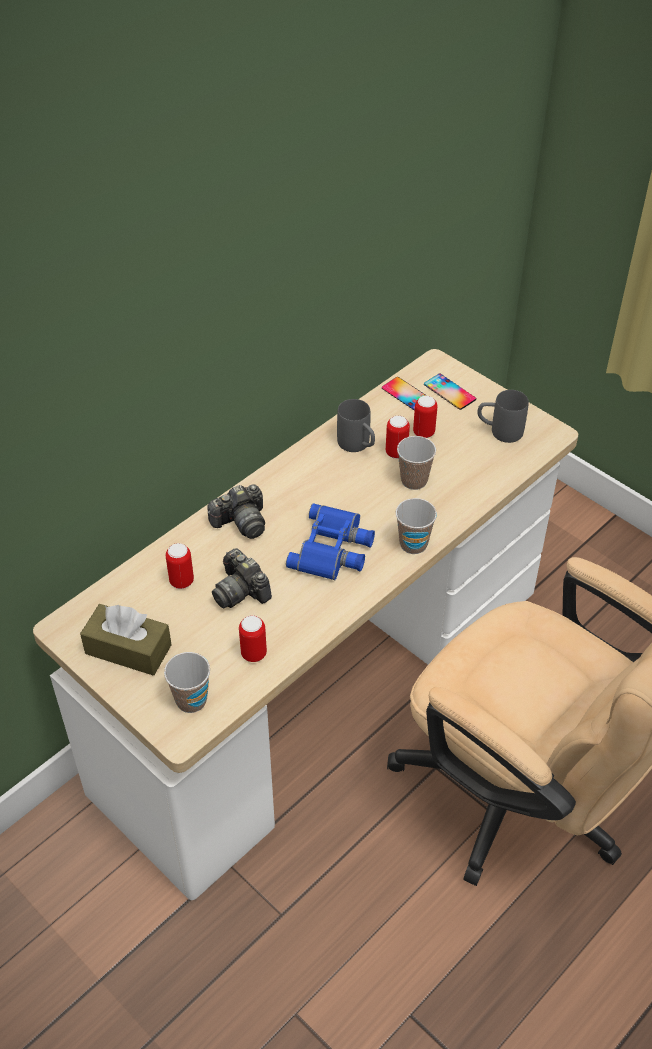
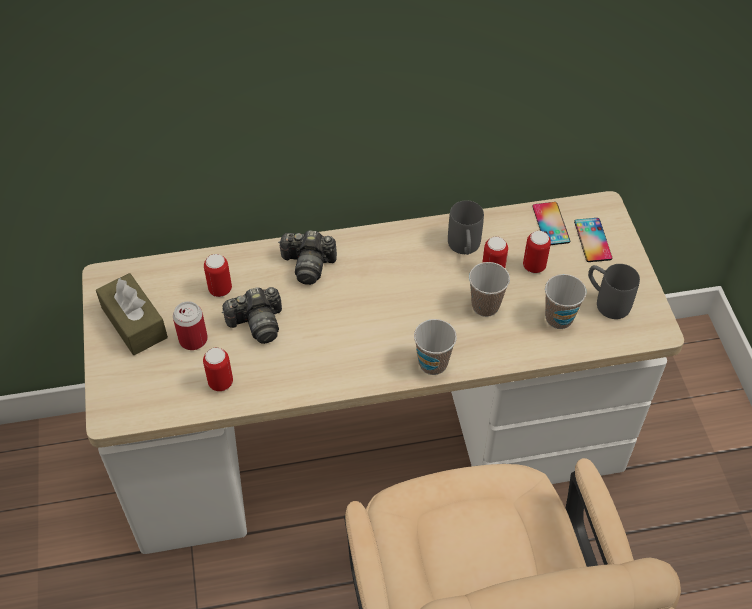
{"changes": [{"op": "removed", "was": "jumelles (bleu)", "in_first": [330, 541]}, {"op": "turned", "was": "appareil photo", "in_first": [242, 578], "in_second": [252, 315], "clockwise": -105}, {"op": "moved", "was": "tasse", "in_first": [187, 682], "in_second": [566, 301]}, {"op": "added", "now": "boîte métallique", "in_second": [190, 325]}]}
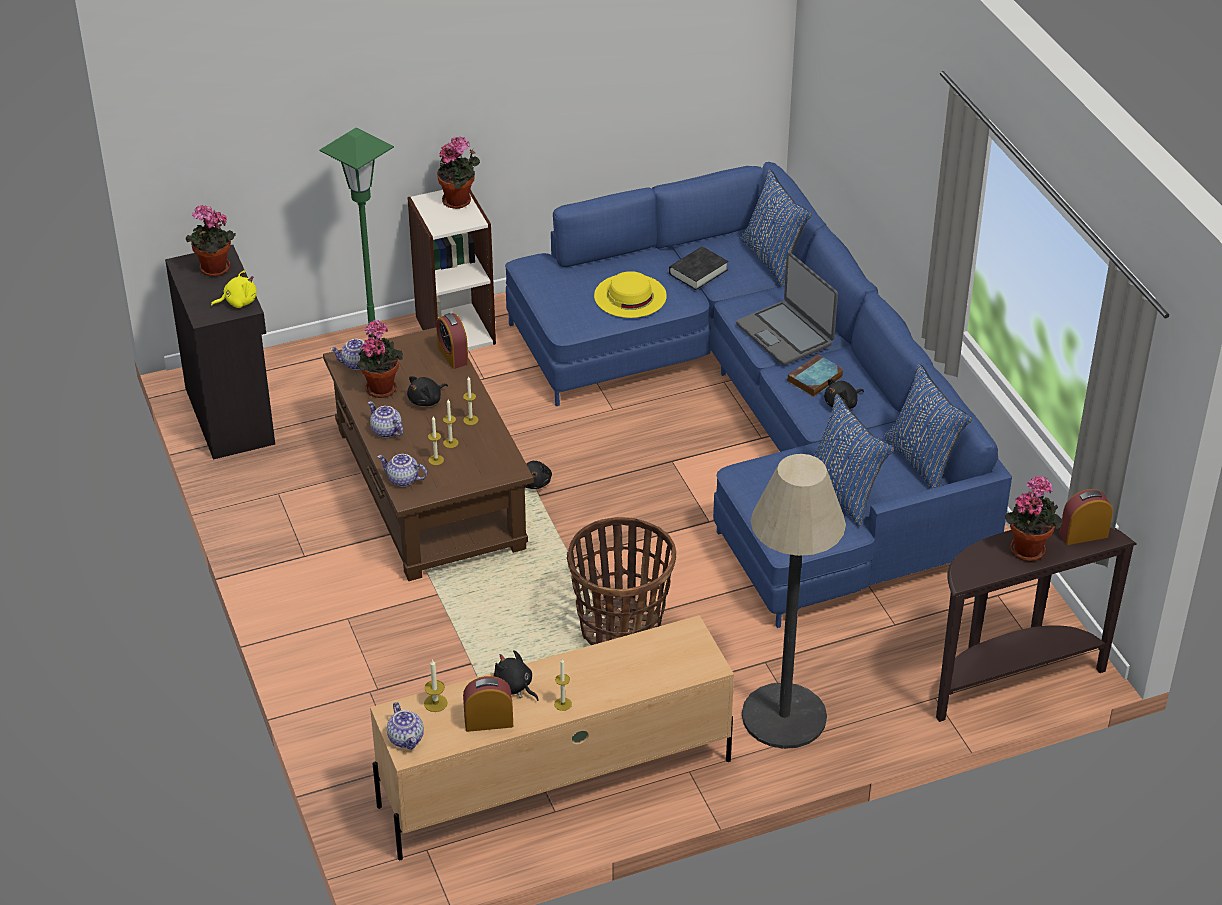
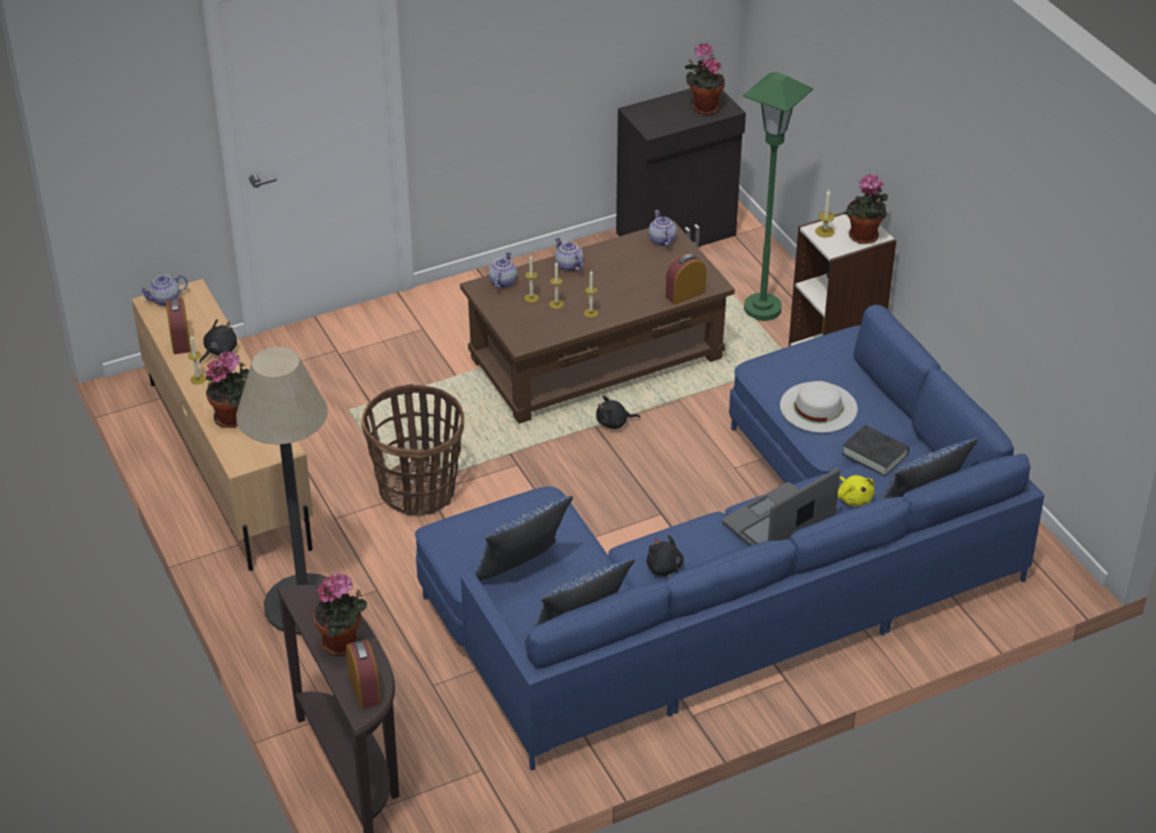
{"changes": [{"op": "moved", "was": "peluche (jaune)", "in_first": [234, 289], "in_second": [856, 490]}, {"op": "recoloured", "was": "chapeau (jaune)", "now": "chapeau (blanc)", "in_first": [630, 294], "in_second": [818, 407]}, {"op": "moved", "was": "plante en pot", "in_first": [379, 359], "in_second": [227, 389]}, {"op": "removed", "was": "livre", "in_first": [815, 375]}, {"op": "removed", "was": "peluche (noir)", "in_first": [427, 391]}, {"op": "turned", "was": "théière", "in_first": [385, 419], "in_second": [569, 254], "clockwise": -75}, {"op": "moved", "was": "bougie", "in_first": [436, 685], "in_second": [825, 214]}]}
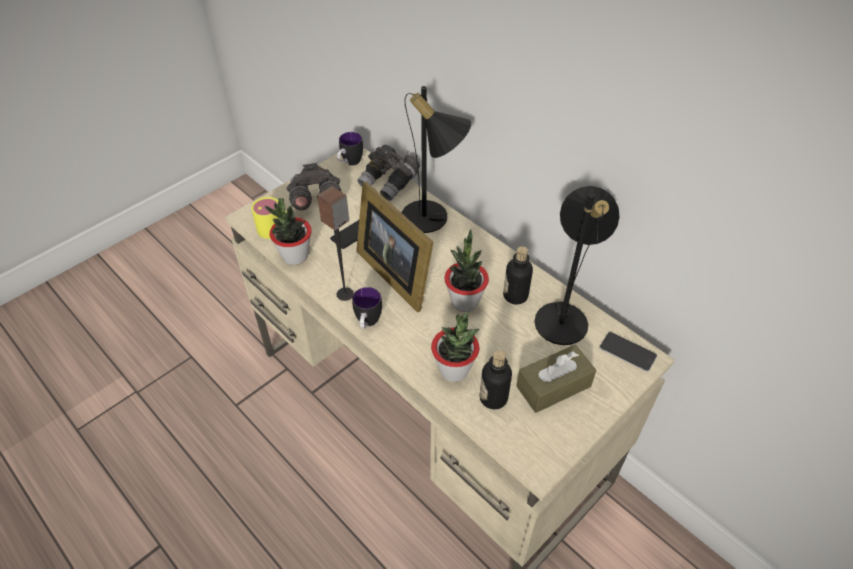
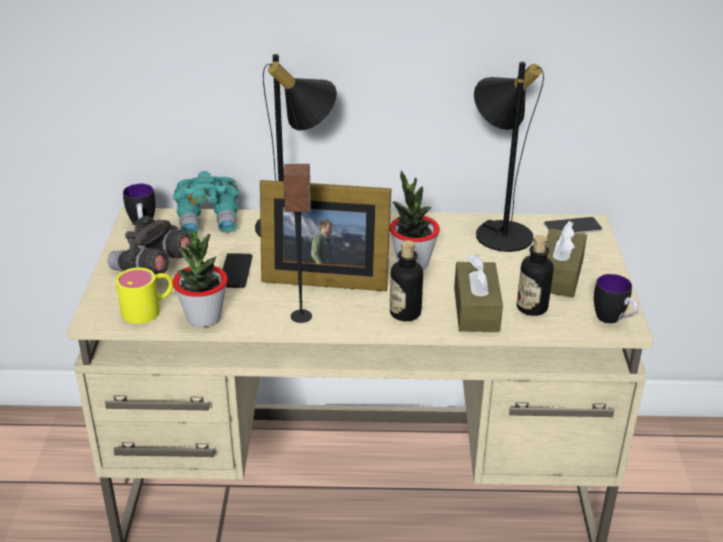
{"changes": [{"op": "recoloured", "was": "jumelles (gris)", "now": "jumelles (turquoise)", "in_first": [388, 173], "in_second": [206, 202]}, {"op": "moved", "was": "bouteille", "in_first": [518, 275], "in_second": [406, 280]}, {"op": "moved", "was": "mug", "in_first": [367, 308], "in_second": [616, 299]}, {"op": "replaced", "was": "plante en pot", "now": "boîte à mouchoirs (marron)", "in_first": [455, 346], "in_second": [478, 293]}]}
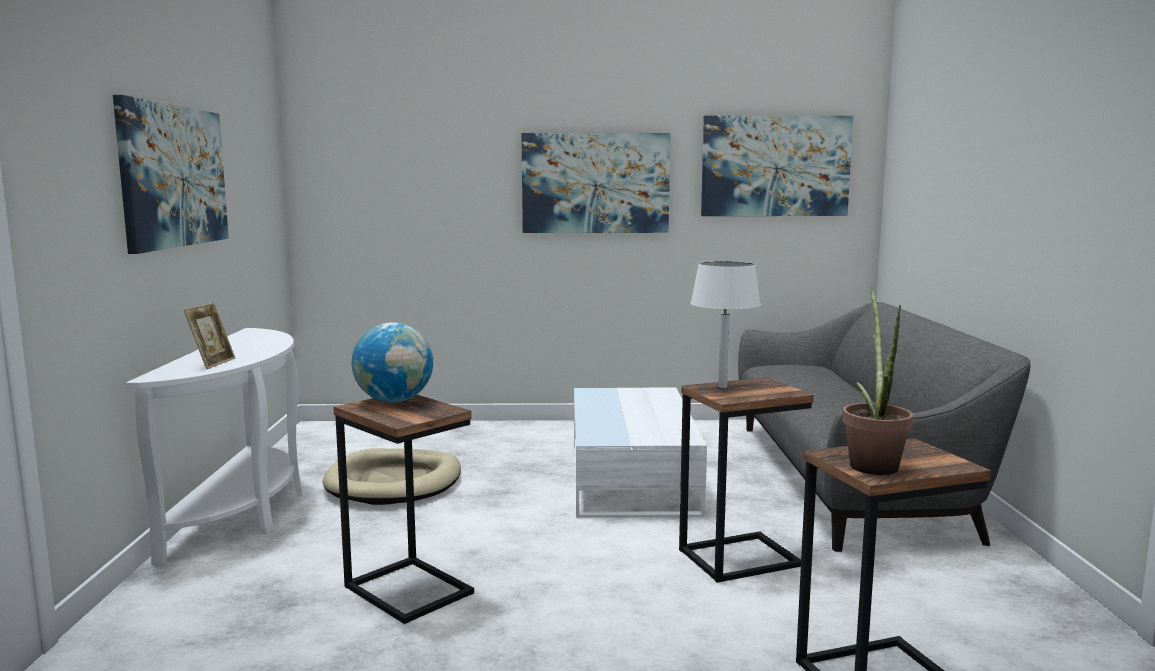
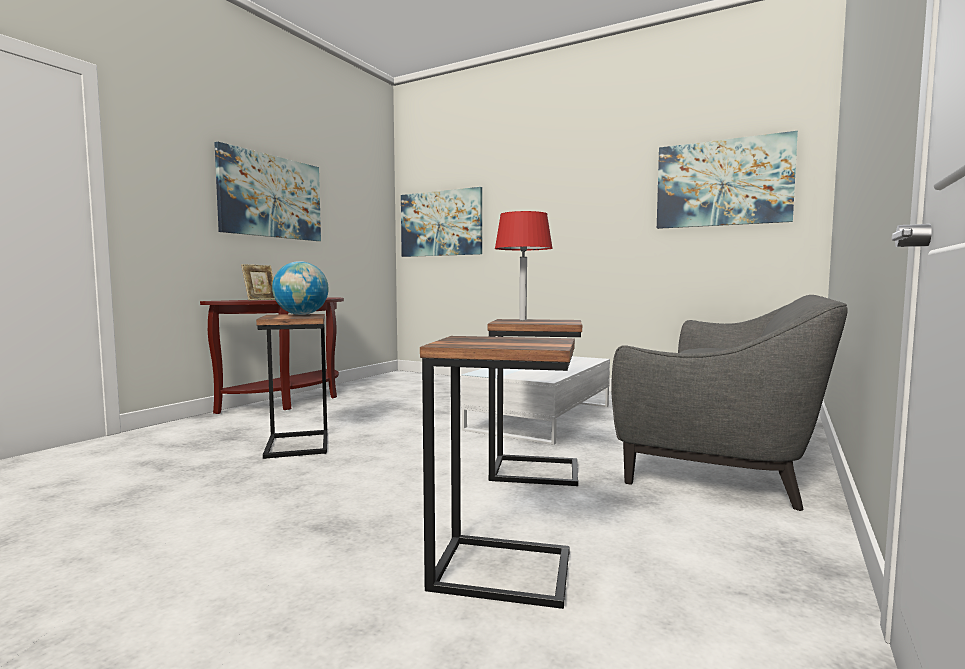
{"changes": [{"op": "moved", "was": "tableau", "in_first": [595, 183], "in_second": [441, 222]}, {"op": "recoloured", "was": "lampe de table (blanc)", "now": "lampe de table (rouge)", "in_first": [725, 324], "in_second": [524, 265]}, {"op": "removed", "was": "plante en pot", "in_first": [877, 381]}, {"op": "recoloured", "was": "table console (blanc)", "now": "table console (marron)", "in_first": [214, 446], "in_second": [272, 355]}, {"op": "removed", "was": "panier pour chien (beige)", "in_first": [392, 476]}]}
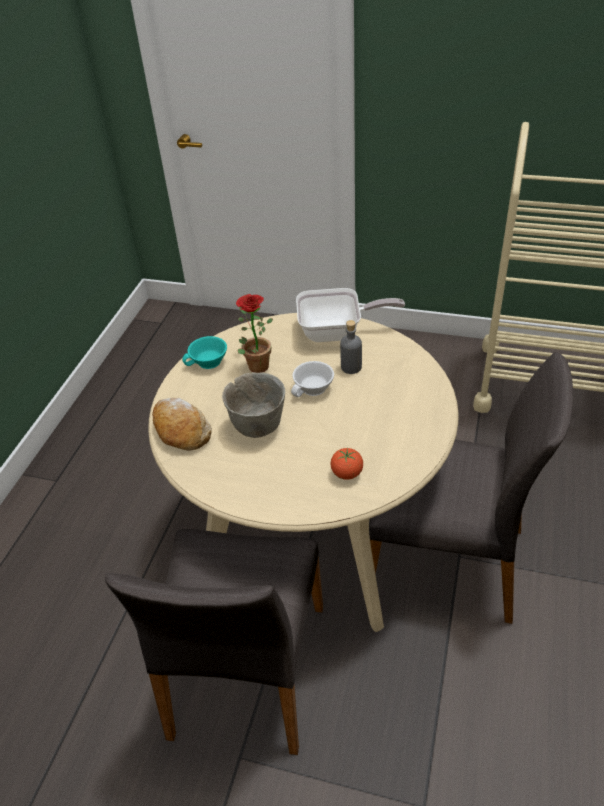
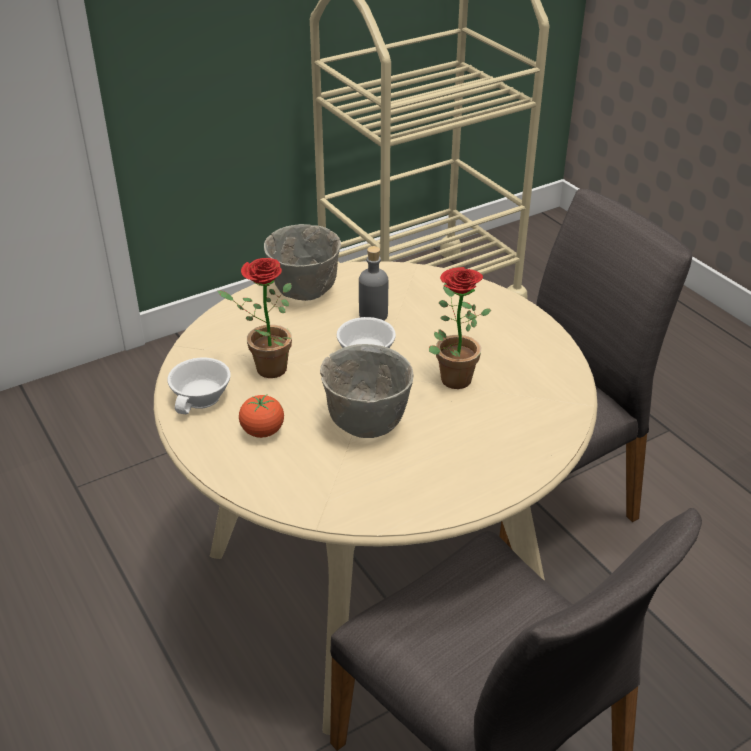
{"changes": [{"op": "replaced", "was": "poêle", "now": "bol (gris)", "in_first": [350, 315], "in_second": [302, 262]}, {"op": "recoloured", "was": "tasse (turquoise)", "now": "tasse (blanc)", "in_first": [204, 352], "in_second": [199, 386]}, {"op": "removed", "was": "pain", "in_first": [182, 424]}, {"op": "moved", "was": "tomate", "in_first": [347, 464], "in_second": [261, 416]}, {"op": "added", "now": "plante en pot", "in_second": [460, 328]}]}
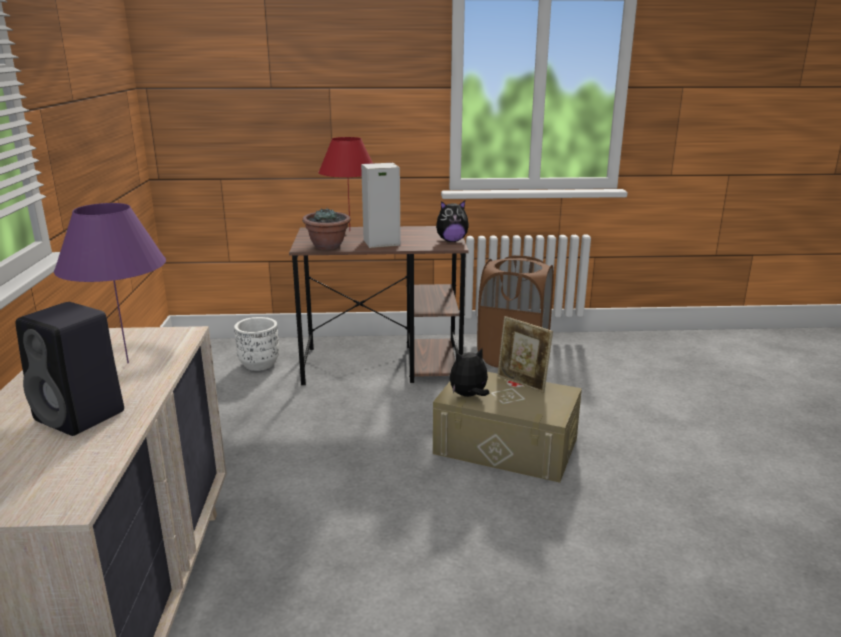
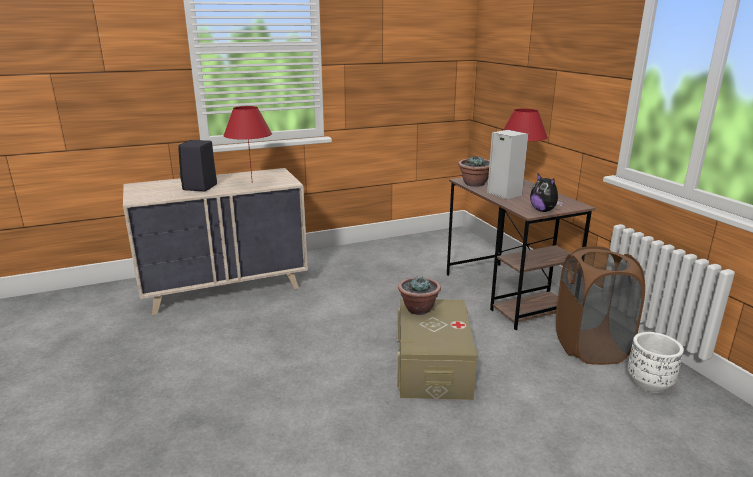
{"changes": [{"op": "recoloured", "was": "lampe de table (violet)", "now": "lampe de table (rouge)", "in_first": [110, 283], "in_second": [247, 142]}, {"op": "removed", "was": "cadre photo", "in_first": [525, 354]}, {"op": "moved", "was": "cache-pot (blanc)", "in_first": [257, 344], "in_second": [656, 362]}, {"op": "replaced", "was": "peluche", "now": "plante en pot", "in_first": [469, 372], "in_second": [419, 295]}]}
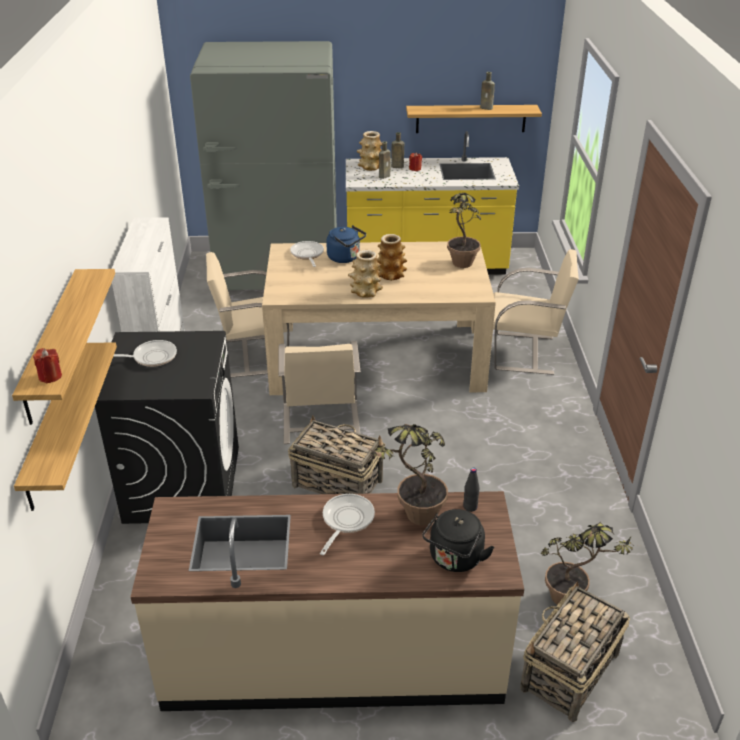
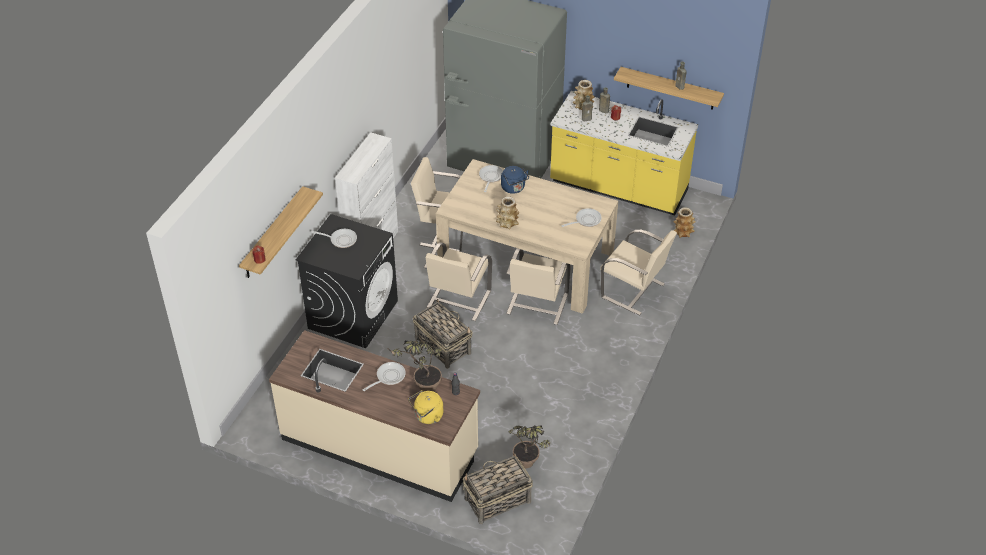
{"changes": [{"op": "replaced", "was": "plante en pot", "now": "poêle", "in_first": [464, 230], "in_second": [581, 217]}, {"op": "moved", "was": "vase", "in_first": [392, 257], "in_second": [684, 222]}, {"op": "removed", "was": "étagère", "in_first": [65, 426]}, {"op": "recoloured", "was": "bouilloire (noir)", "now": "bouilloire (jaune)", "in_first": [458, 540], "in_second": [425, 407]}, {"op": "added", "now": "chaise (beige)", "in_second": [538, 286]}]}
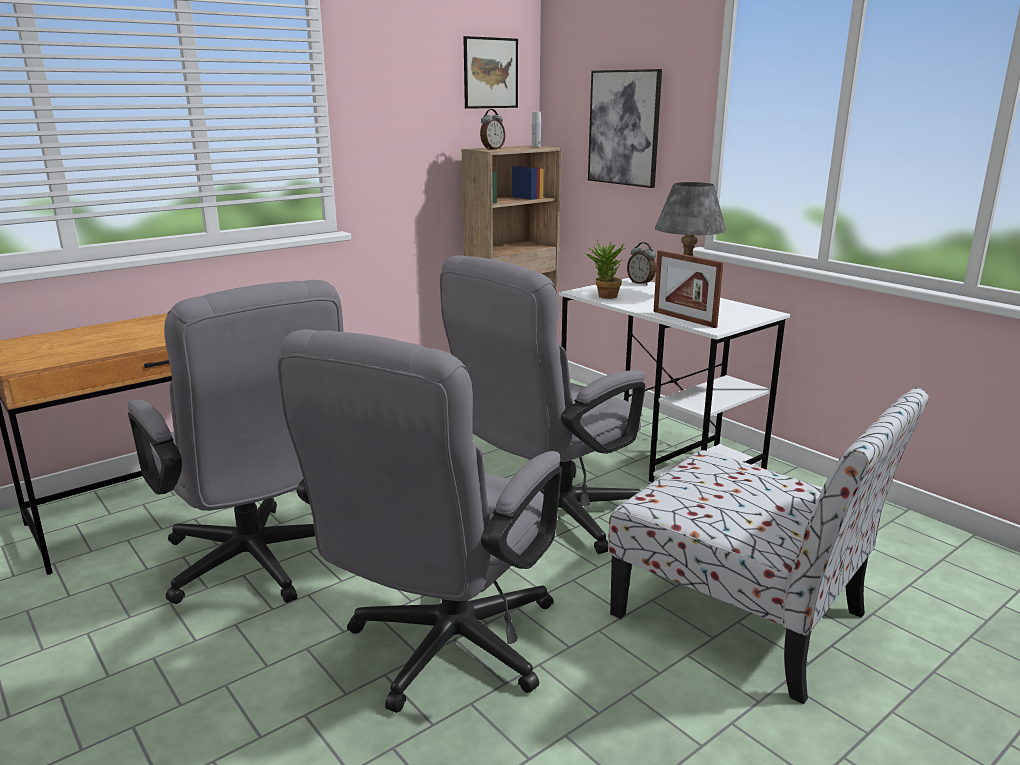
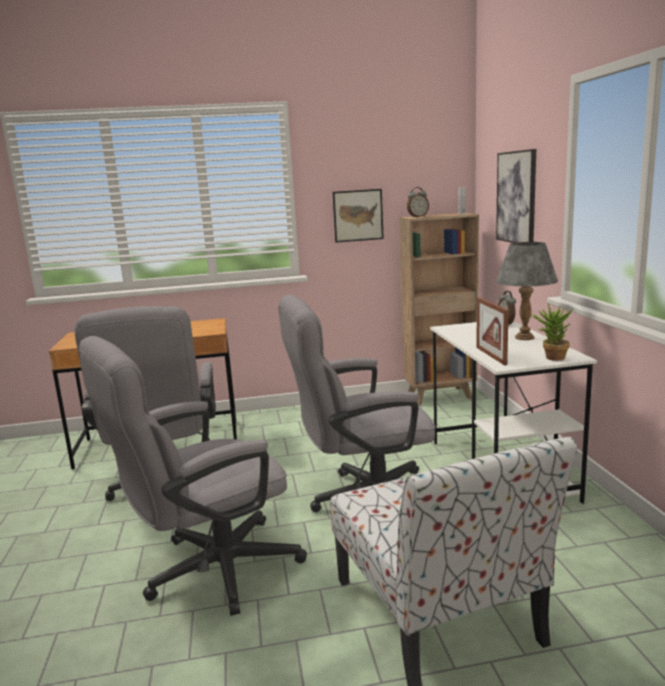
{"changes": [{"op": "moved", "was": "tableau", "in_first": [490, 72], "in_second": [358, 216]}, {"op": "moved", "was": "plante en pot", "in_first": [604, 269], "in_second": [551, 332]}]}
